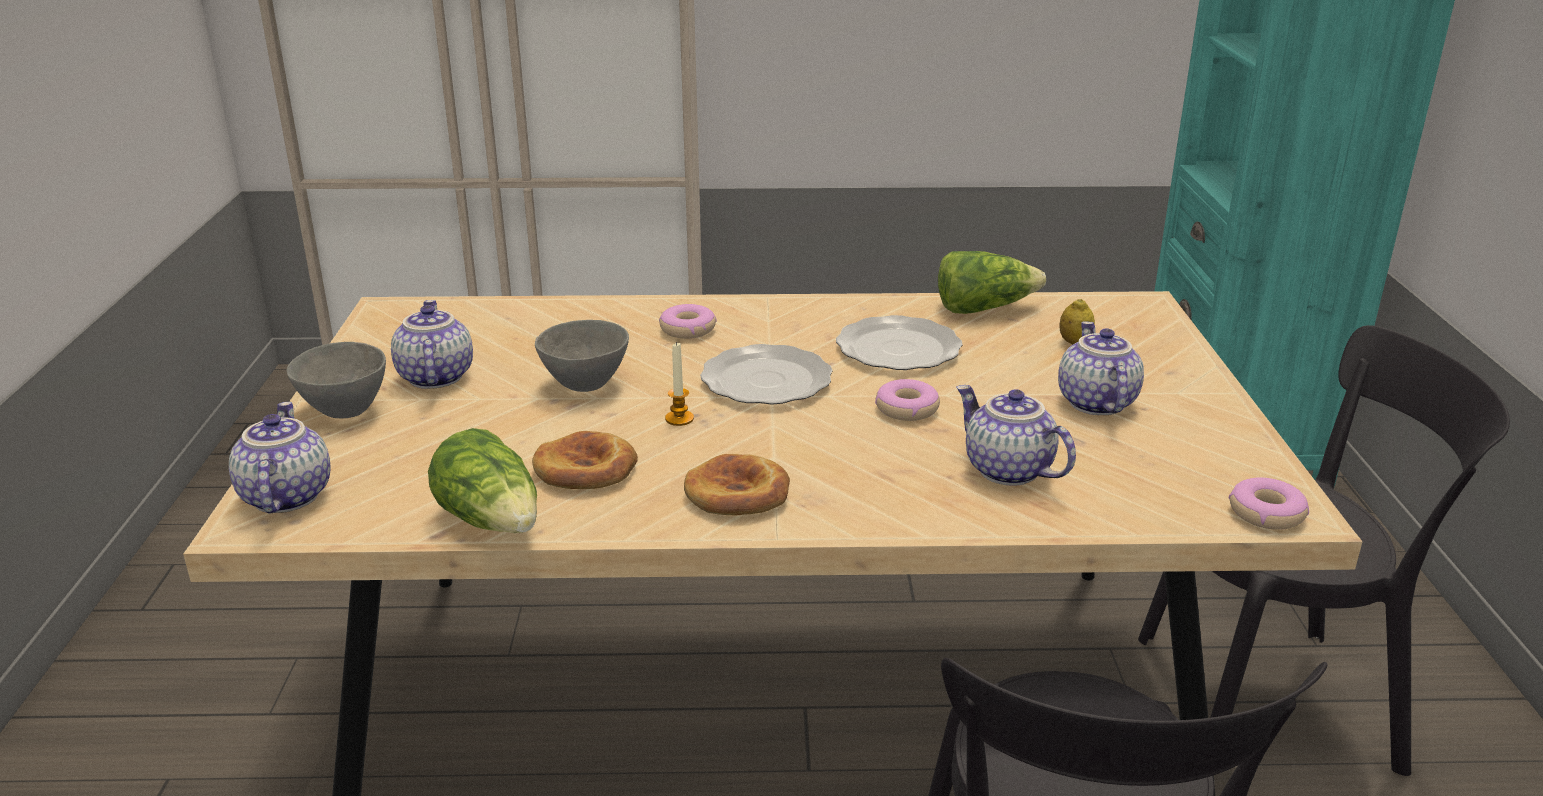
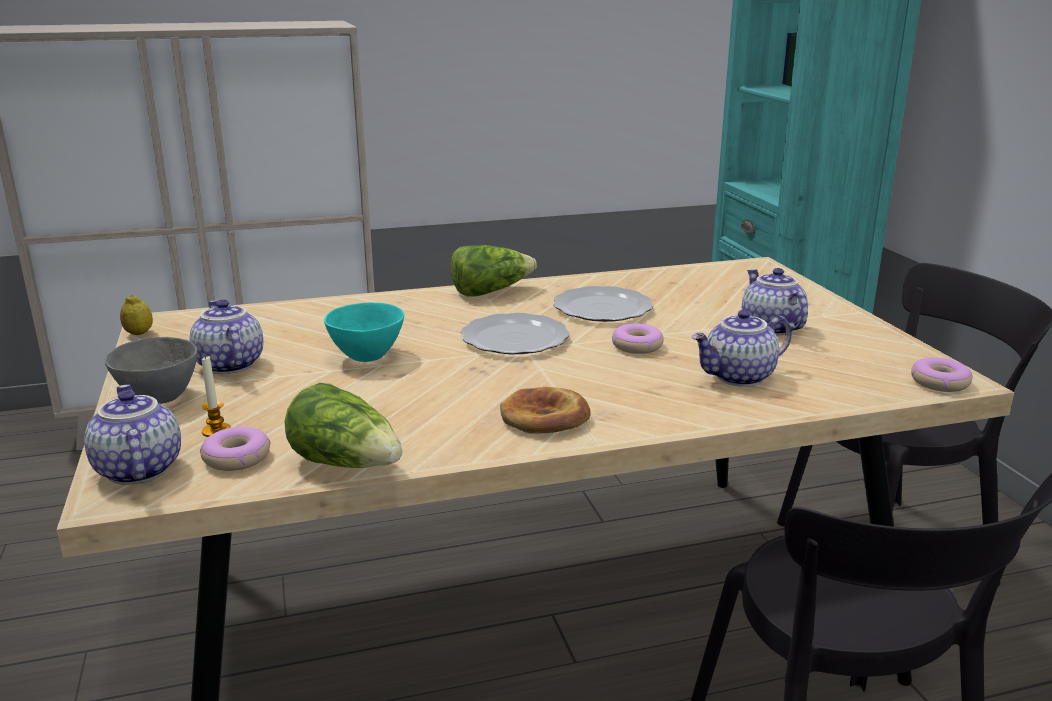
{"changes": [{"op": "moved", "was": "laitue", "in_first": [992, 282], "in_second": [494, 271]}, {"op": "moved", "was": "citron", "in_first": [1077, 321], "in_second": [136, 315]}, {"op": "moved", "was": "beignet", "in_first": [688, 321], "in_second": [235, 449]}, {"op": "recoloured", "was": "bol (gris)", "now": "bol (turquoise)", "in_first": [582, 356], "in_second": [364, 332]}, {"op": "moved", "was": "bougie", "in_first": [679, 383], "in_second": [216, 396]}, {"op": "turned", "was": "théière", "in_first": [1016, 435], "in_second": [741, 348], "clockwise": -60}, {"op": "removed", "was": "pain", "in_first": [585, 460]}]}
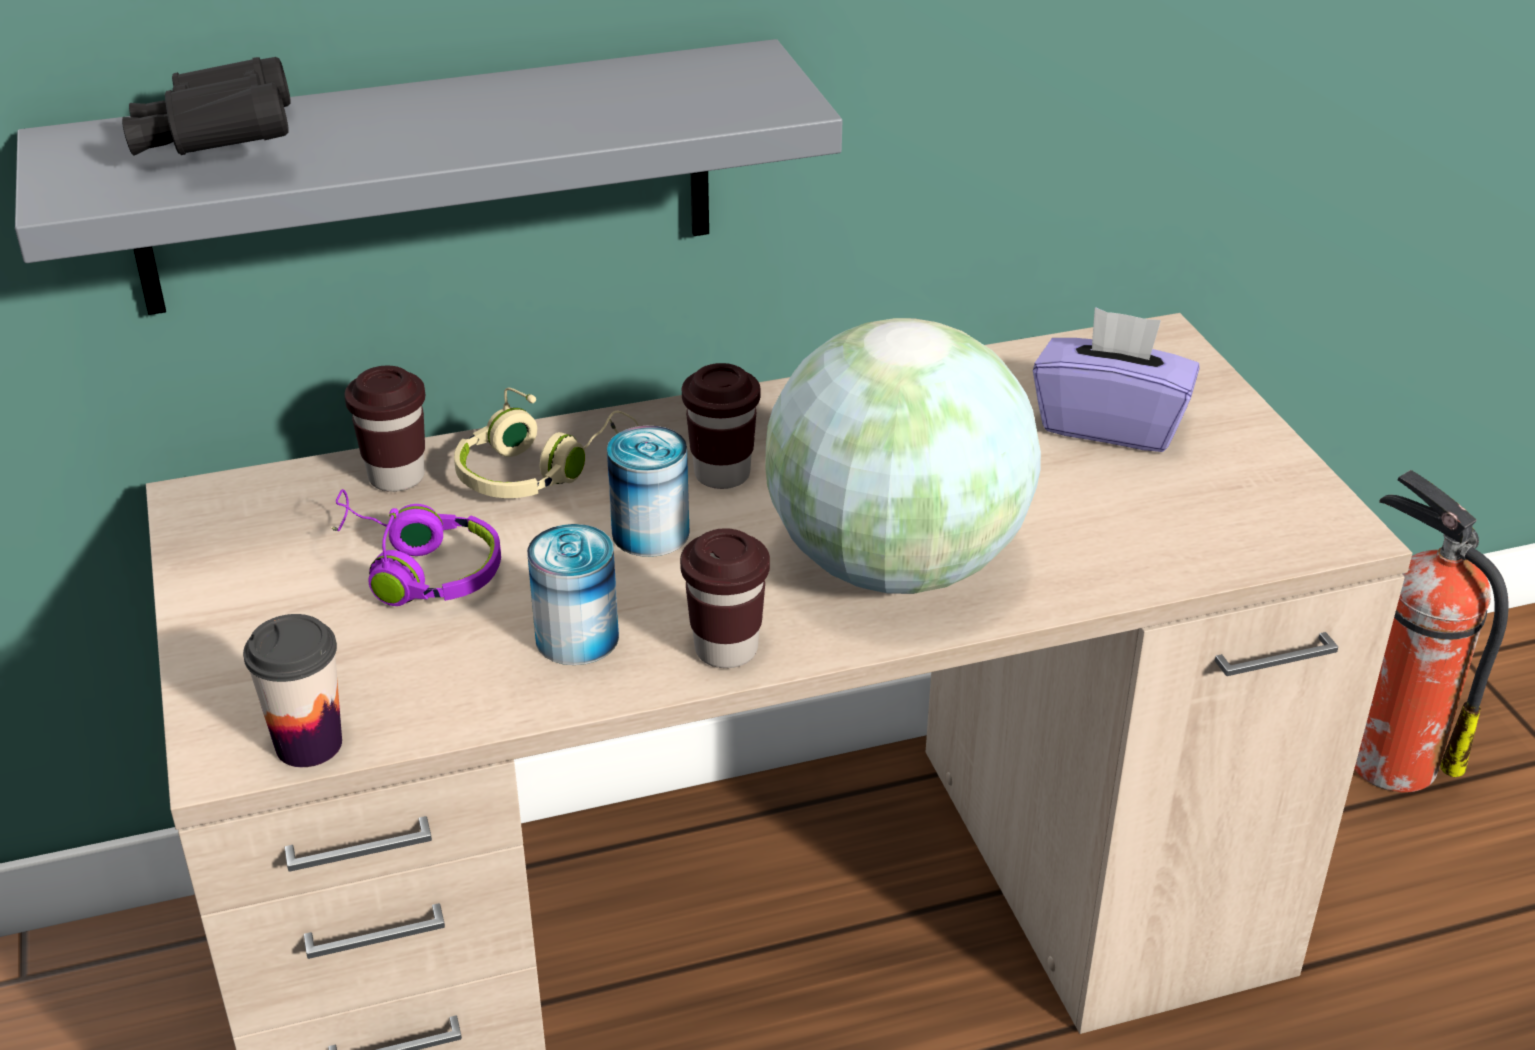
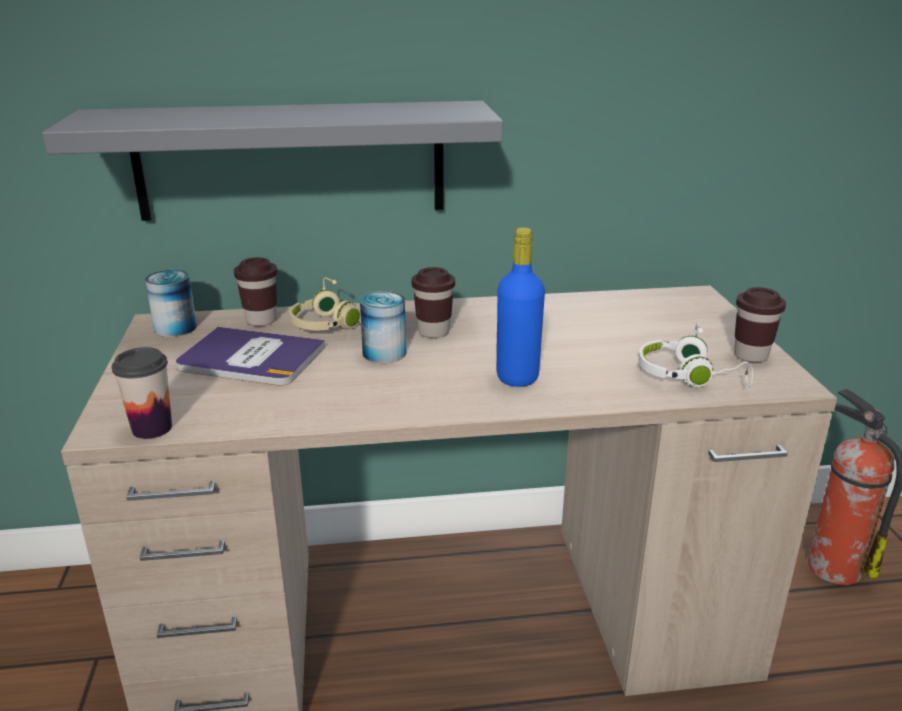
{"changes": [{"op": "removed", "was": "jumelles (noir)", "in_first": [206, 106]}, {"op": "removed", "was": "boîte à mouchoirs (violet)", "in_first": [1116, 379]}, {"op": "replaced", "was": "globe", "now": "bouteille (bleu)", "in_first": [903, 456], "in_second": [521, 307]}, {"op": "replaced", "was": "casque audio (violet)", "now": "livre", "in_first": [416, 547], "in_second": [250, 356]}, {"op": "moved", "was": "boîte métallique", "in_first": [573, 594], "in_second": [171, 303]}, {"op": "moved", "was": "tasse (marron)", "in_first": [725, 598], "in_second": [760, 324]}, {"op": "added", "now": "casque audio (blanc)", "in_second": [696, 355]}]}
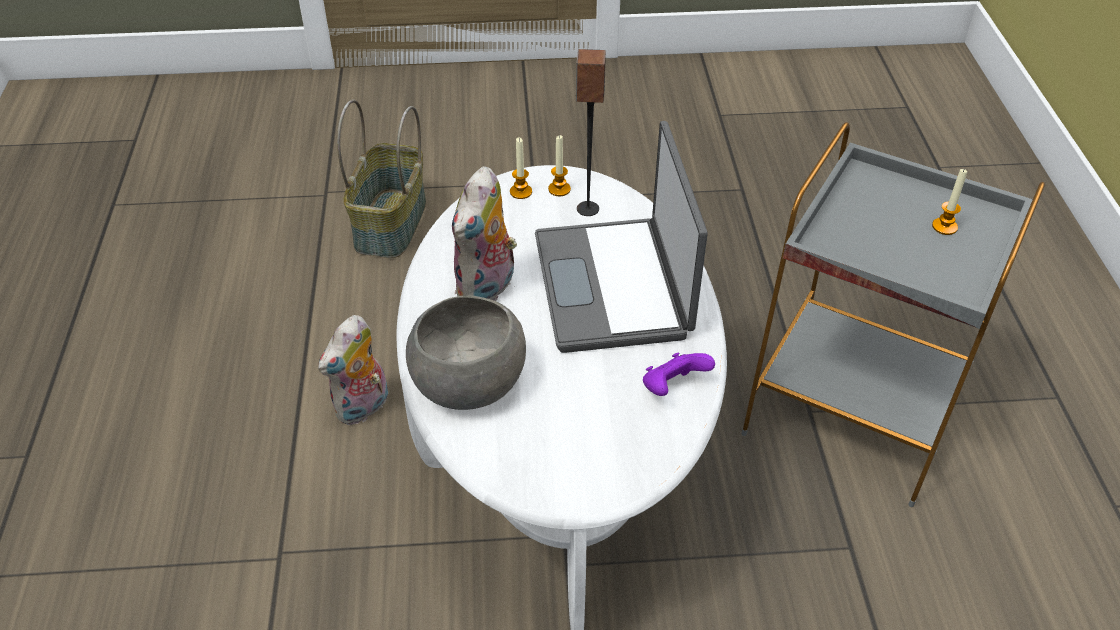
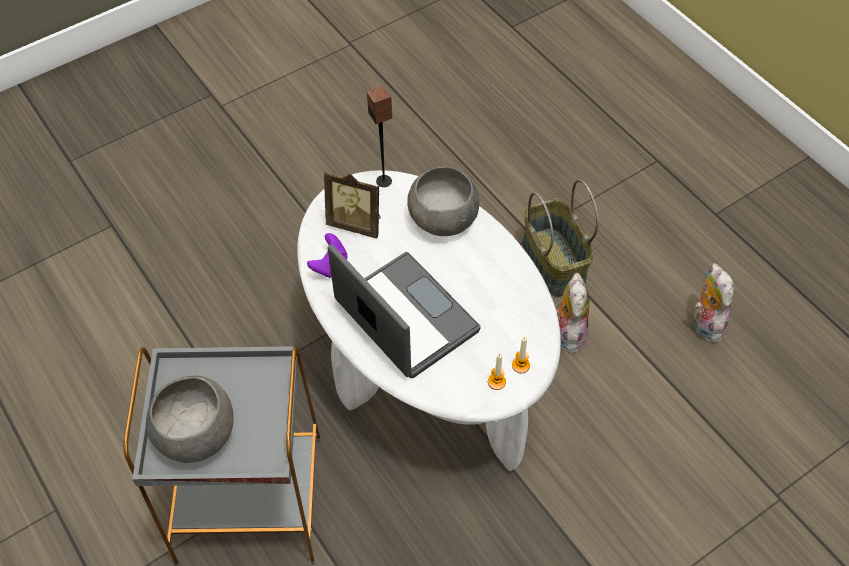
{"changes": [{"op": "moved", "was": "enceinte", "in_first": [591, 132], "in_second": [379, 136]}, {"op": "moved", "was": "panier", "in_first": [381, 178], "in_second": [561, 238]}, {"op": "moved", "was": "peluche", "in_first": [484, 233], "in_second": [714, 303]}, {"op": "replaced", "was": "bougie", "now": "bol (gris)", "in_first": [949, 201], "in_second": [189, 419]}, {"op": "added", "now": "cadre photo", "in_second": [352, 205]}]}
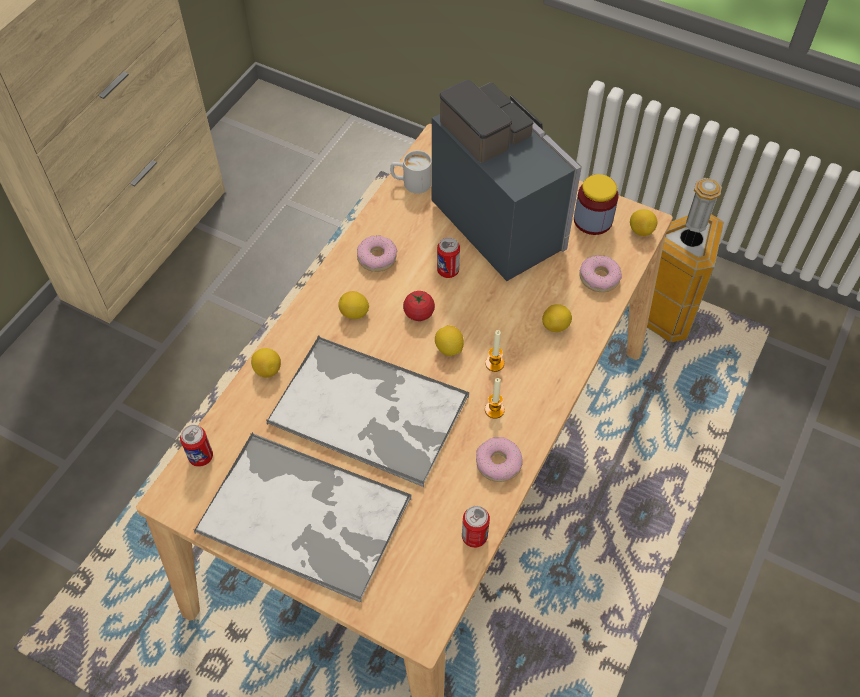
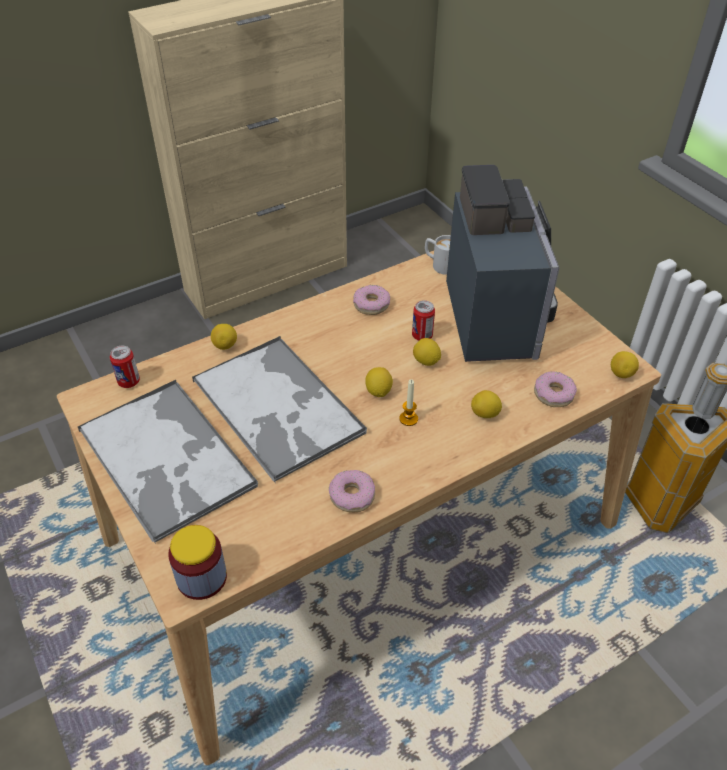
{"changes": [{"op": "moved", "was": "bocal", "in_first": [596, 204], "in_second": [197, 562]}, {"op": "moved", "was": "citron", "in_first": [353, 305], "in_second": [427, 352]}, {"op": "removed", "was": "tomate", "in_first": [419, 306]}, {"op": "removed", "was": "bougie", "in_first": [495, 398]}, {"op": "removed", "was": "boîte métallique", "in_first": [476, 527]}]}
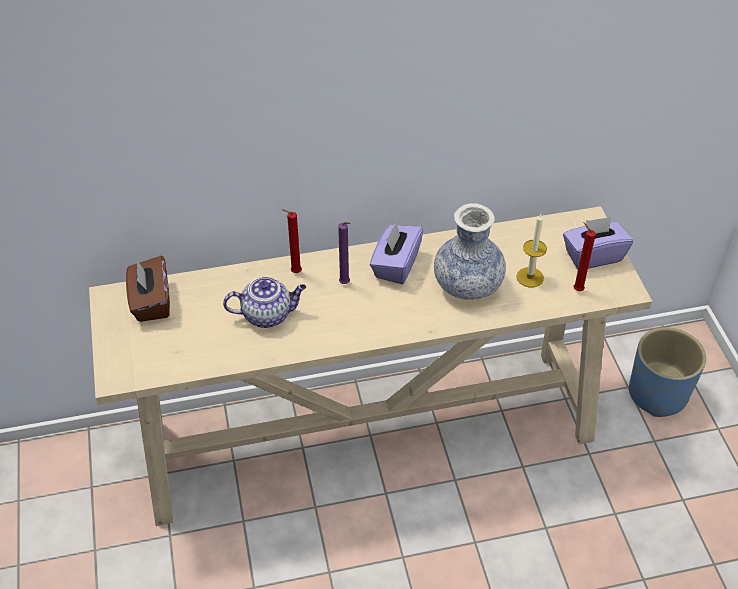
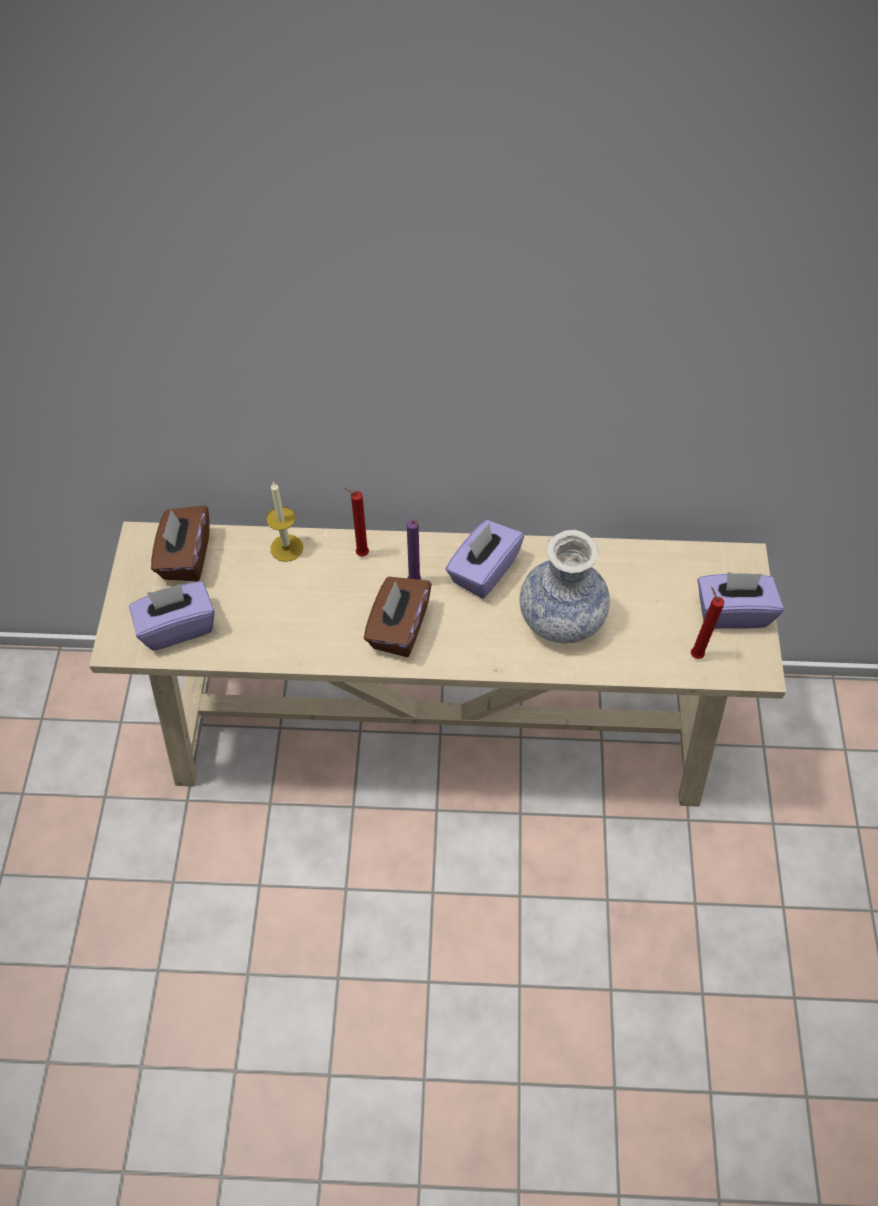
{"changes": [{"op": "moved", "was": "bougie", "in_first": [531, 250], "in_second": [284, 521]}, {"op": "removed", "was": "théière", "in_first": [264, 302]}, {"op": "removed", "was": "cache-pot (bleu)", "in_first": [667, 372]}, {"op": "added", "now": "boîte à mouchoirs (marron)", "in_second": [398, 617]}, {"op": "added", "now": "boîte à mouchoirs (violet)", "in_second": [172, 616]}]}
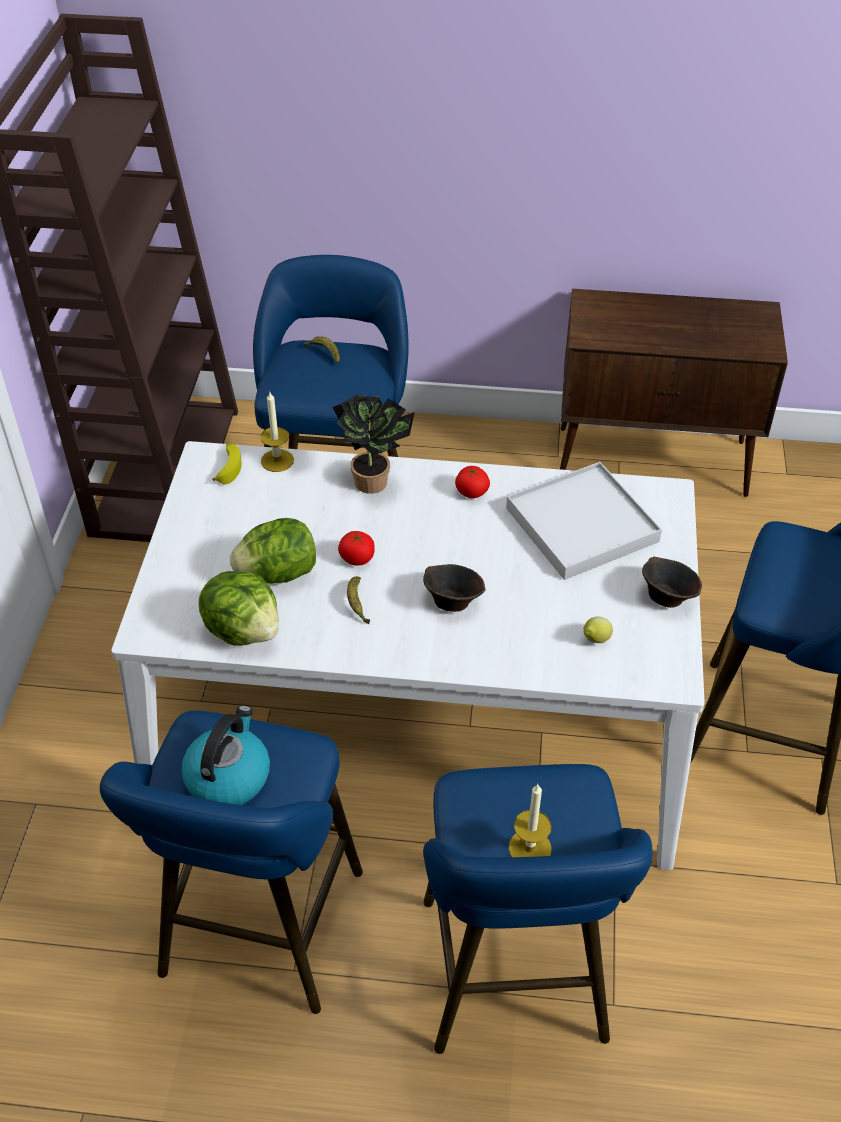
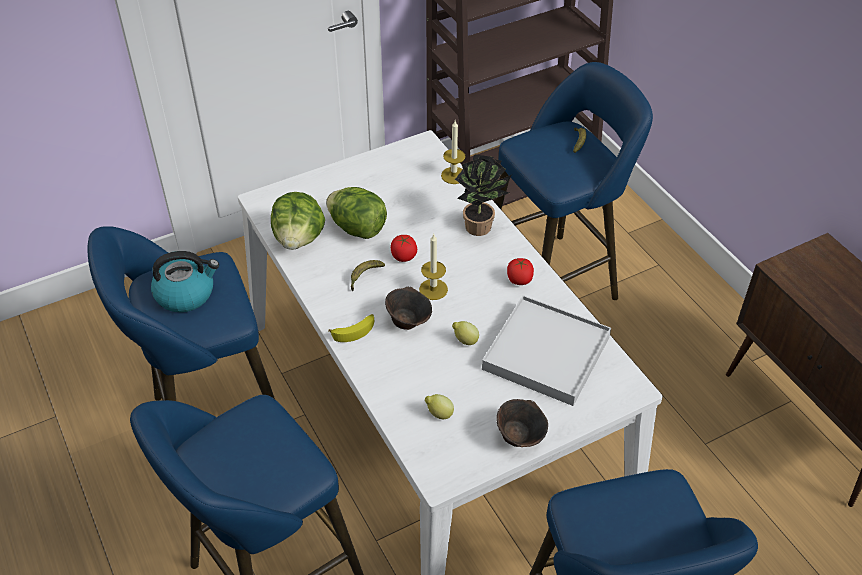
{"changes": [{"op": "moved", "was": "banane", "in_first": [226, 464], "in_second": [351, 328]}, {"op": "moved", "was": "bougie", "in_first": [530, 820], "in_second": [433, 267]}, {"op": "added", "now": "citron", "in_second": [465, 333]}]}
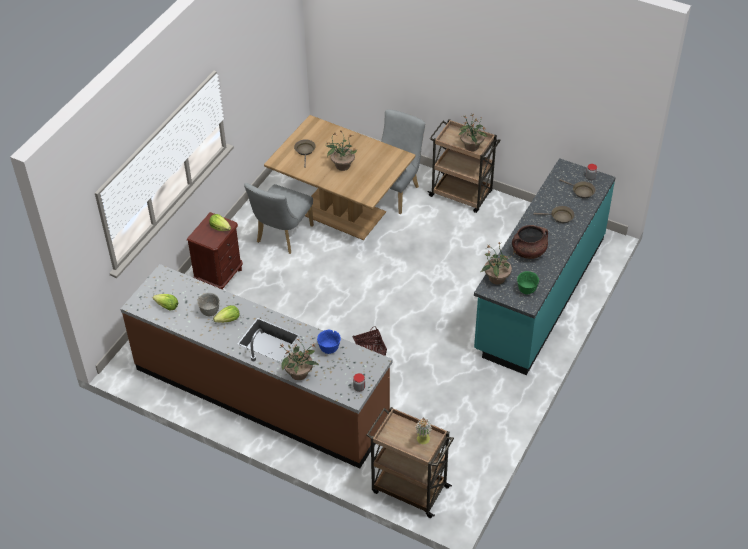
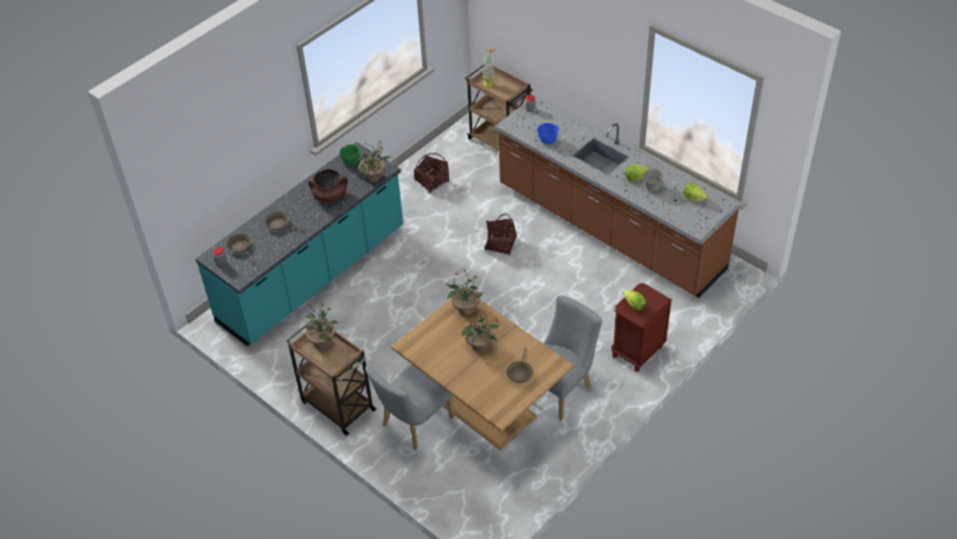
{"changes": [{"op": "moved", "was": "plante en pot", "in_first": [299, 359], "in_second": [464, 292]}, {"op": "added", "now": "panier", "in_second": [431, 173]}]}
